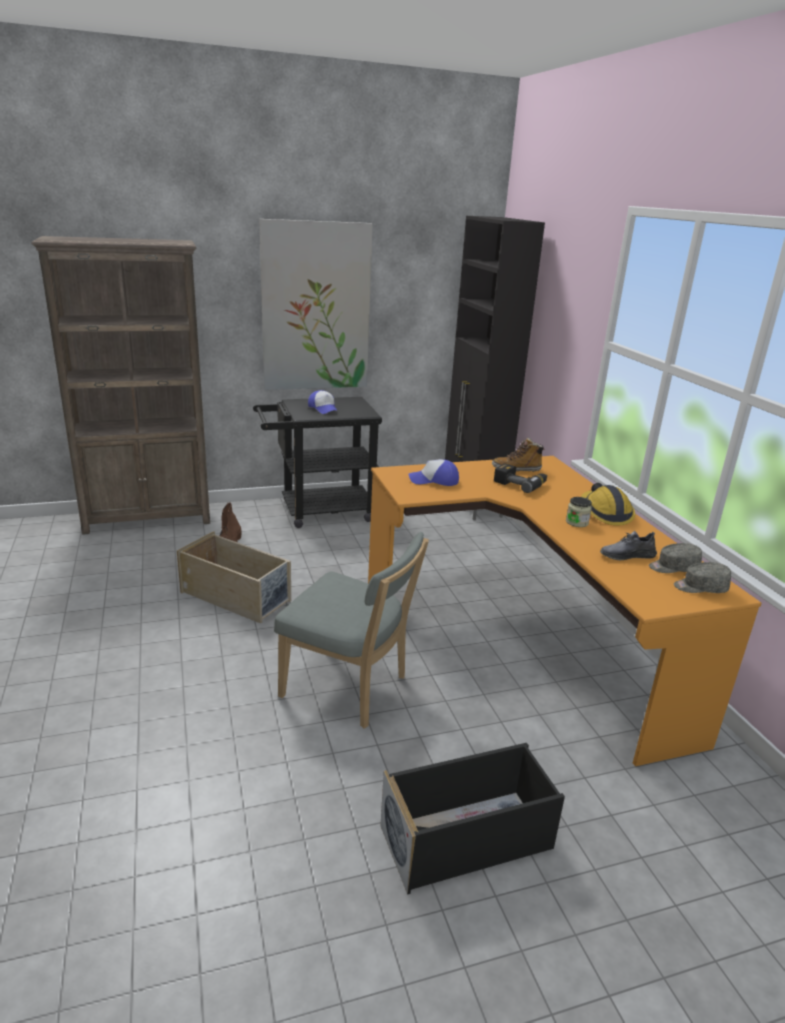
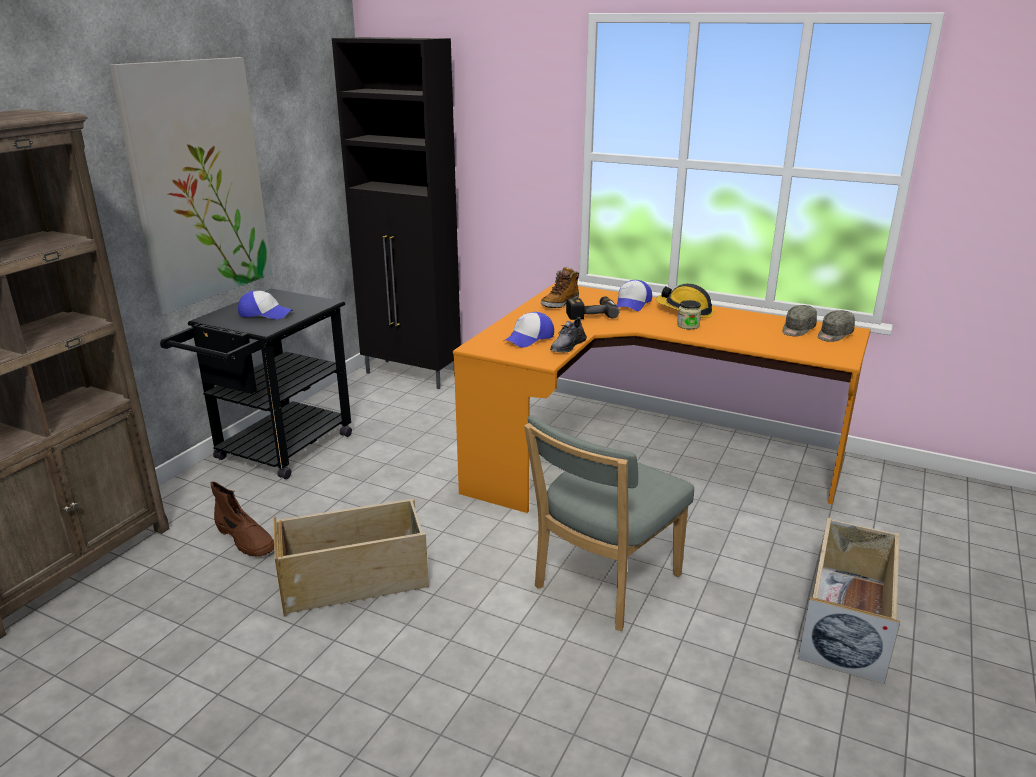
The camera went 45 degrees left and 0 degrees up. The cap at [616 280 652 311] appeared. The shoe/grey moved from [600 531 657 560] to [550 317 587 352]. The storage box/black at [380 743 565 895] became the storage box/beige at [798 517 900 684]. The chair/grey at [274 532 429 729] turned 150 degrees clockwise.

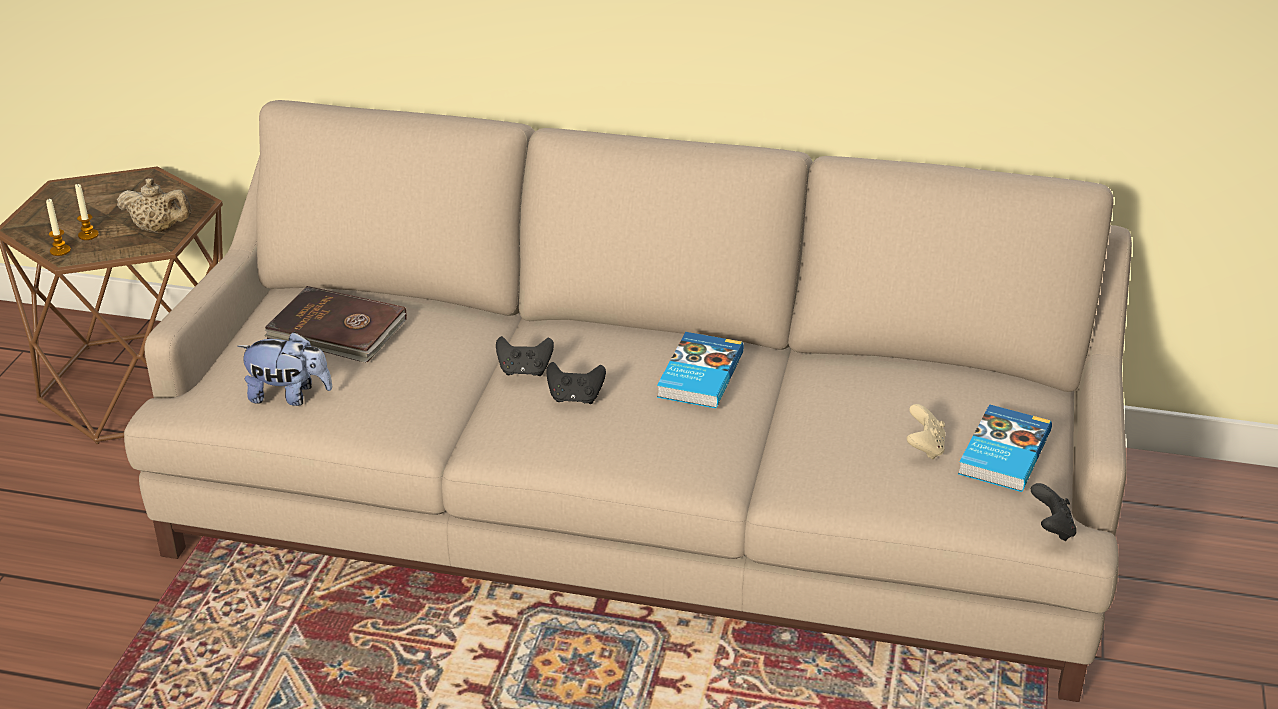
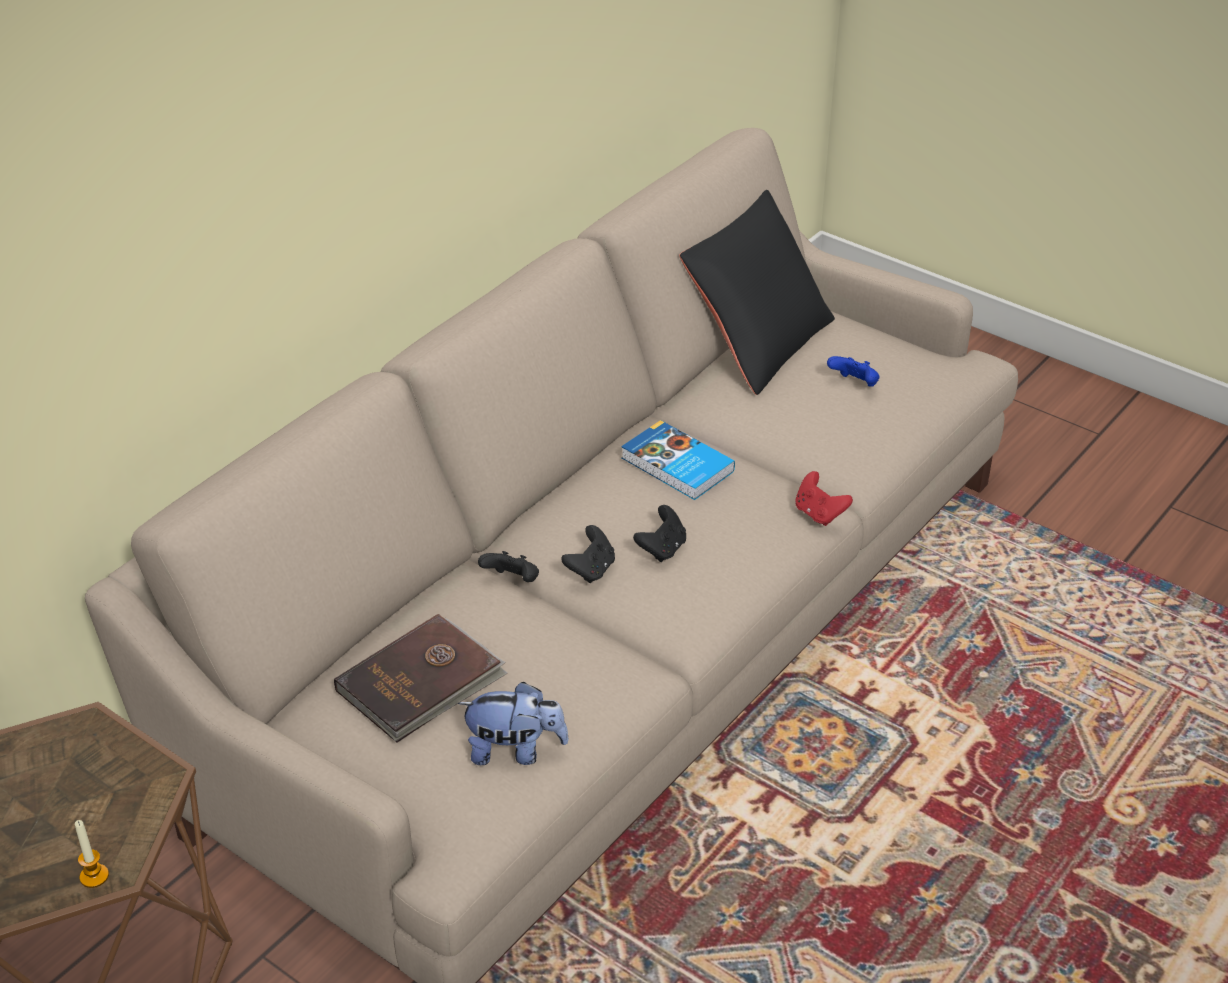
The camera went 65 degrees left and 5 degrees up. The candle at [75 183 99 240] disappeared. The teapot/beige at [117 178 191 232] disappeared. The book at [958 404 1052 492] disappeared. The pillow/black at [679 190 835 395] appeared. The game controller/red at [795 471 853 526] appeared. The game controller/black moved from [1031 483 1077 541] to [478 551 539 582]. The game controller/beige at [907 404 946 460] became the game controller/blue at [827 356 880 387]. The plush toy at [237 331 332 406] turned 60 degrees clockwise.

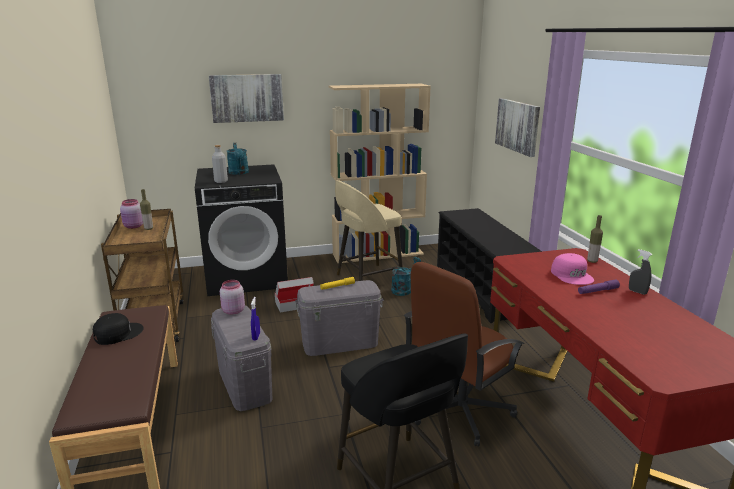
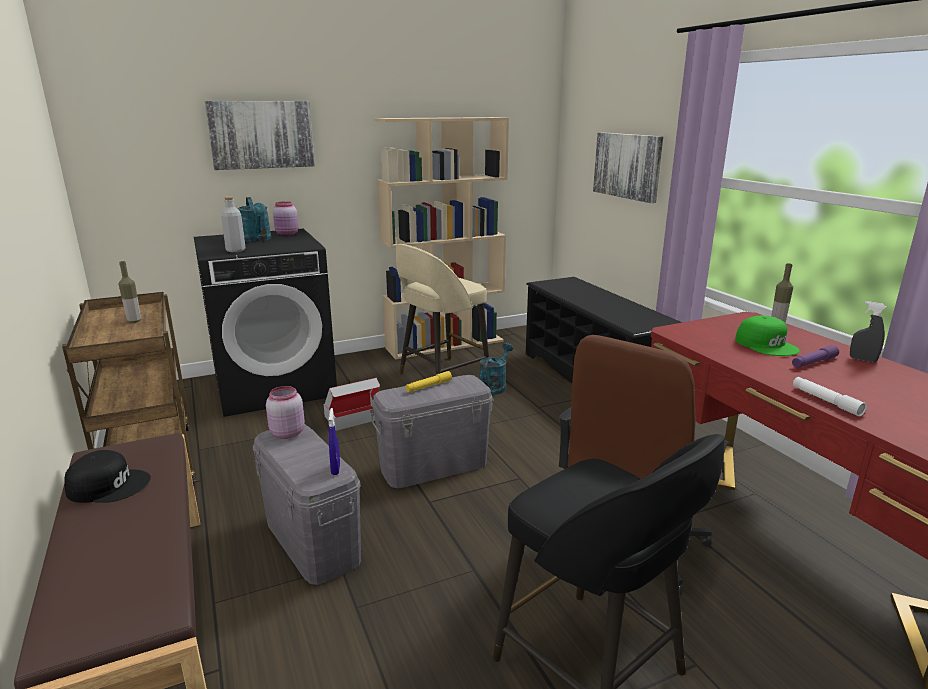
The camera went 10 degrees left and 0 degrees up. The flashlight/white at [793 377 867 416] appeared. The jar/pink moved from [120 199 143 229] to [273 201 298 236]. The cap/pink at [551 253 594 285] became the cap/green at [735 315 800 356]. The cap/black at [93 313 144 345] turned 45 degrees clockwise.

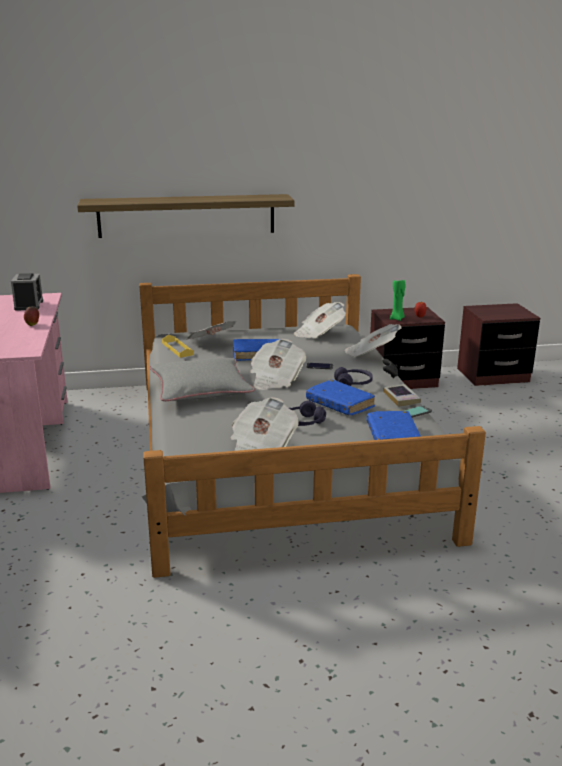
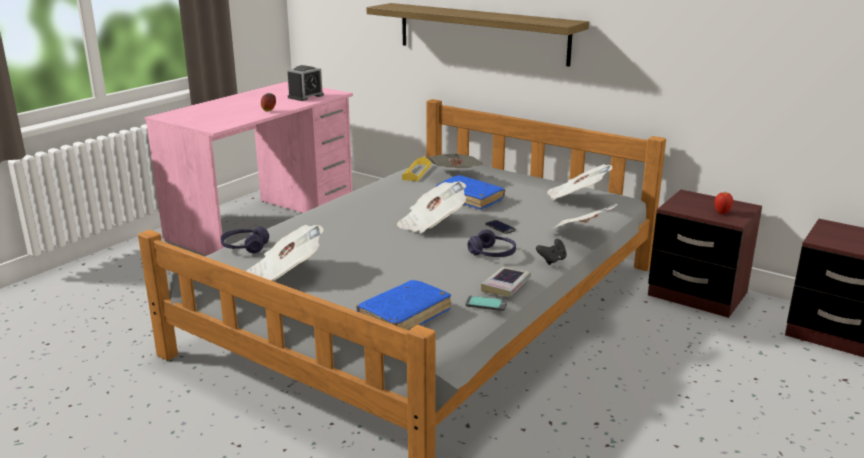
The camera went 45 degrees right and 0 degrees up. The pillow/grey at [149 357 255 401] disappeared. The book/blue at [306 379 375 416] disappeared. The candle/green at [390 278 405 321] disappeared. The headphones/purple moved from [289 401 326 426] to [221 226 269 253].

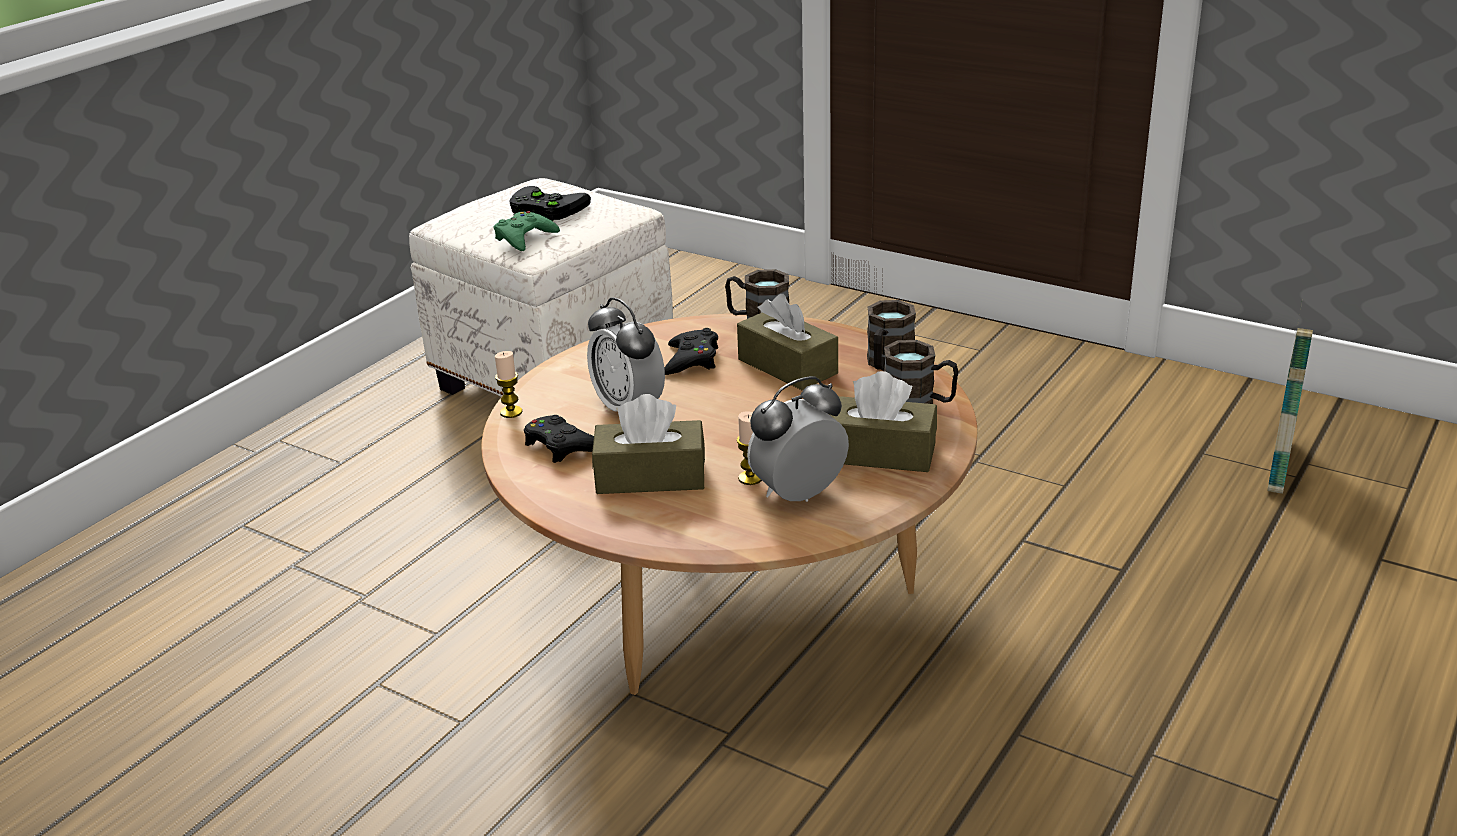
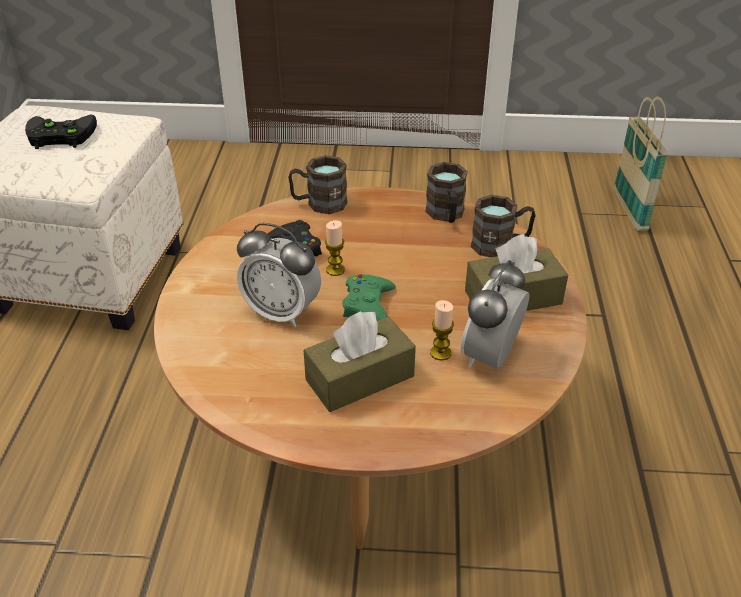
The camera went 30 degrees left and 10 degrees up. The game controller/black at [524 415 594 463] disappeared. The tissue box/brown at [737 294 838 391] disappeared. The game controller/green moved from [494 211 560 251] to [342 274 396 321]. The candle moved from [495 351 522 418] to [325 220 345 276].

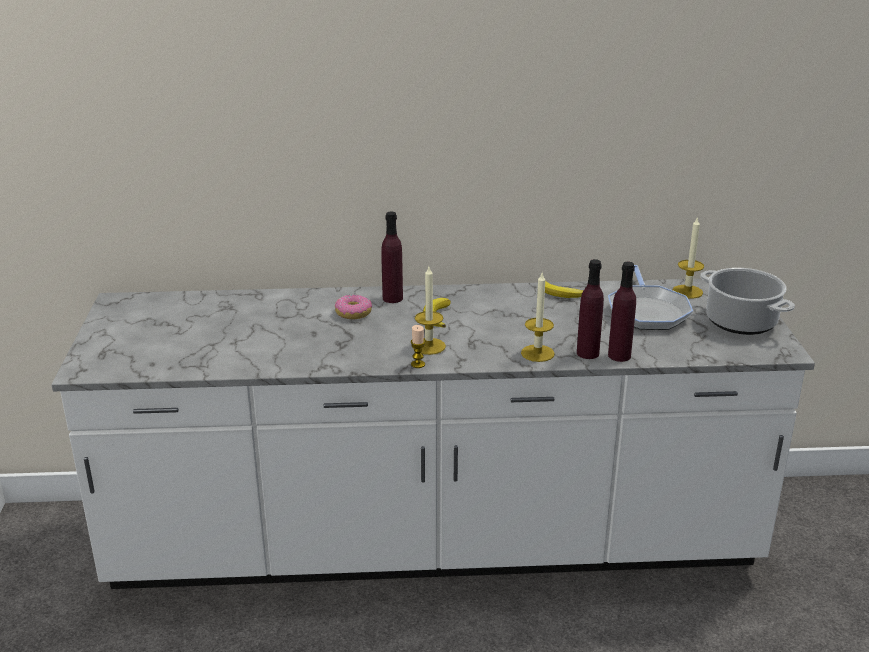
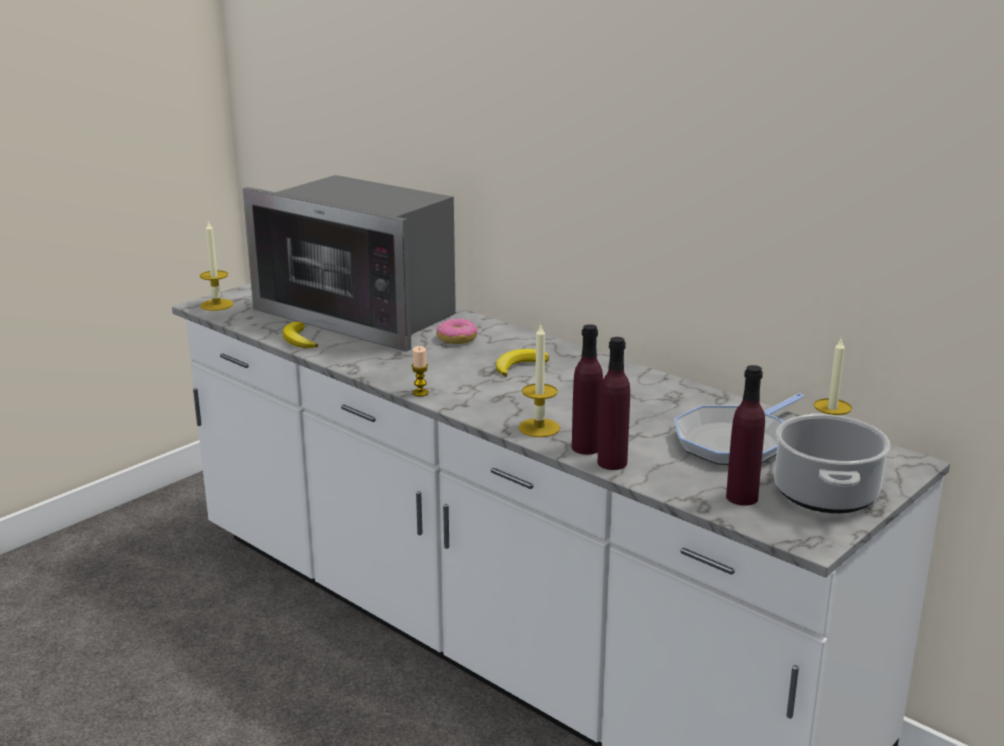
The camera went 45 degrees right and 5 degrees down. The microwave at [243 175 456 352] appeared. The bottle/purple moved from [381 211 403 303] to [726 365 765 506]. The candle moved from [413 267 446 355] to [200 220 233 311]. The banana moved from [545 281 584 298] to [283 322 318 348].

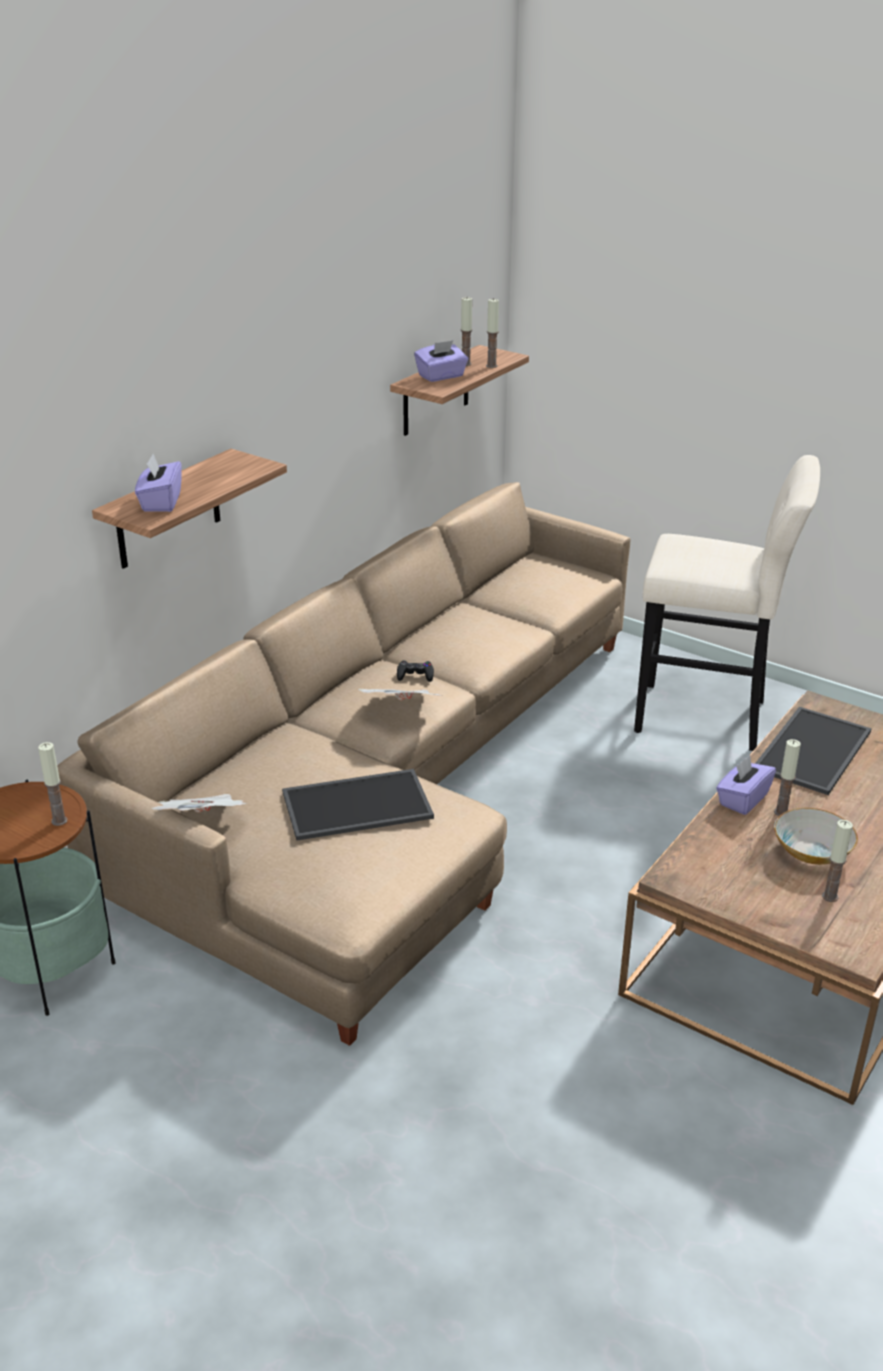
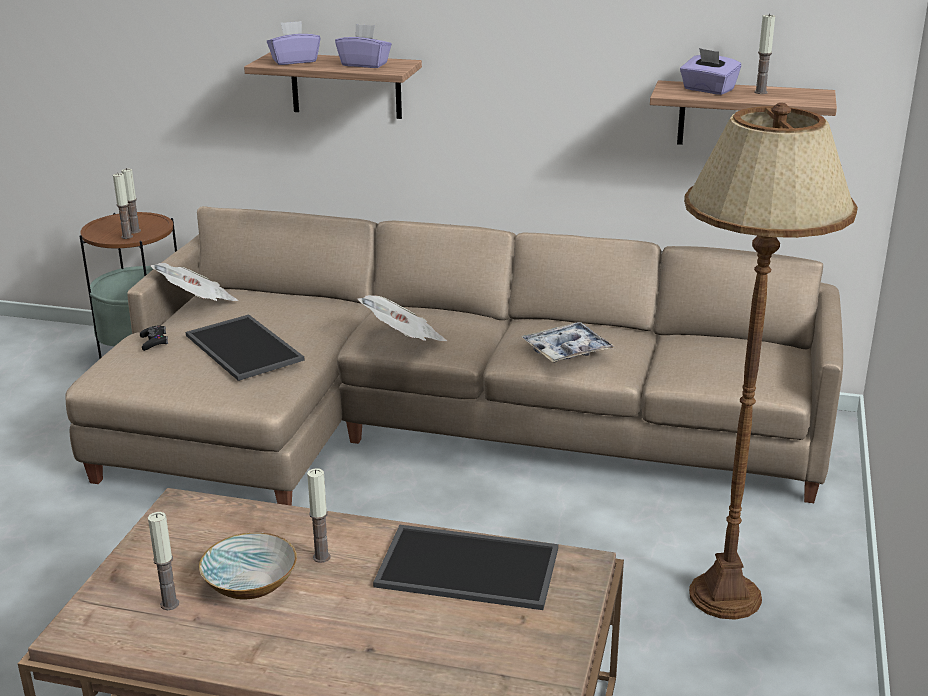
The camera went 70 degrees right and 5 degrees down. The tray at [522 322 615 363] appeared. The game controller/black moved from [397 660 434 682] to [140 326 168 351]. The candle moved from [486 298 499 368] to [121 168 141 234]. The tissue box/purple moved from [716 755 776 815] to [335 24 392 68]. The stool/beige at [634 455 820 751] was replaced by the floor lamp/brown at [684 103 858 620].

